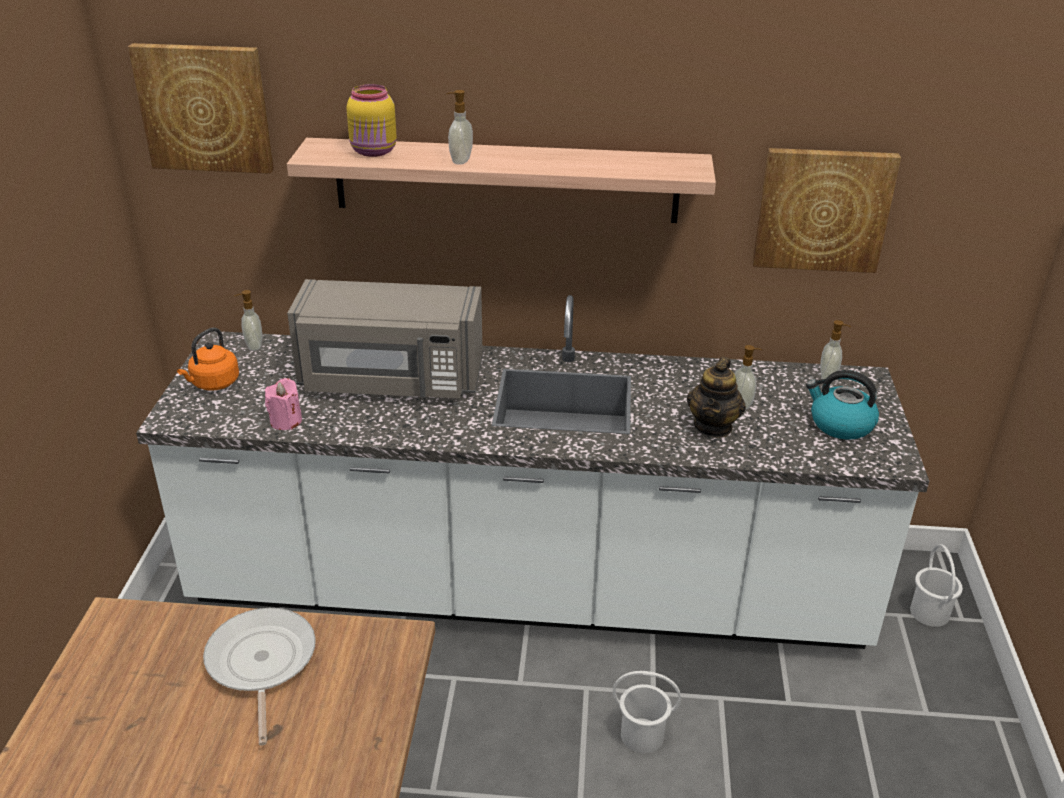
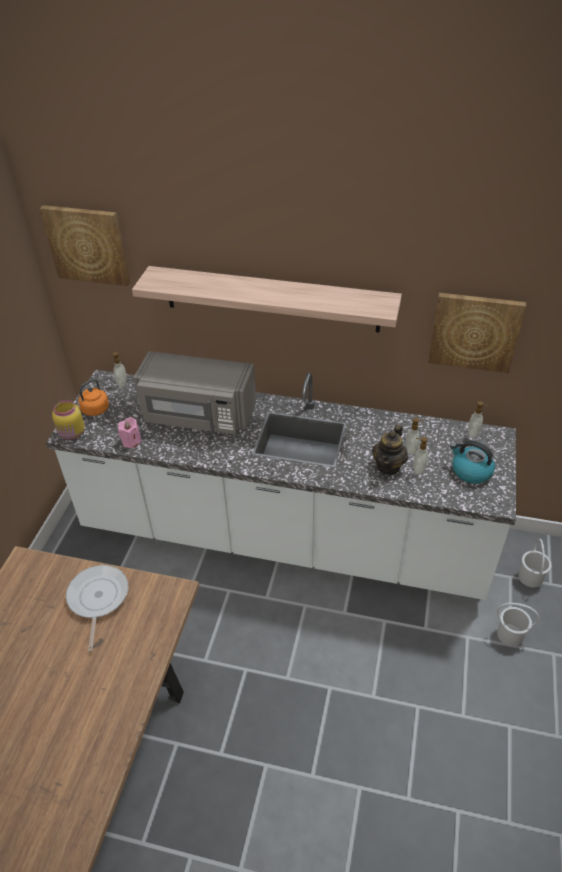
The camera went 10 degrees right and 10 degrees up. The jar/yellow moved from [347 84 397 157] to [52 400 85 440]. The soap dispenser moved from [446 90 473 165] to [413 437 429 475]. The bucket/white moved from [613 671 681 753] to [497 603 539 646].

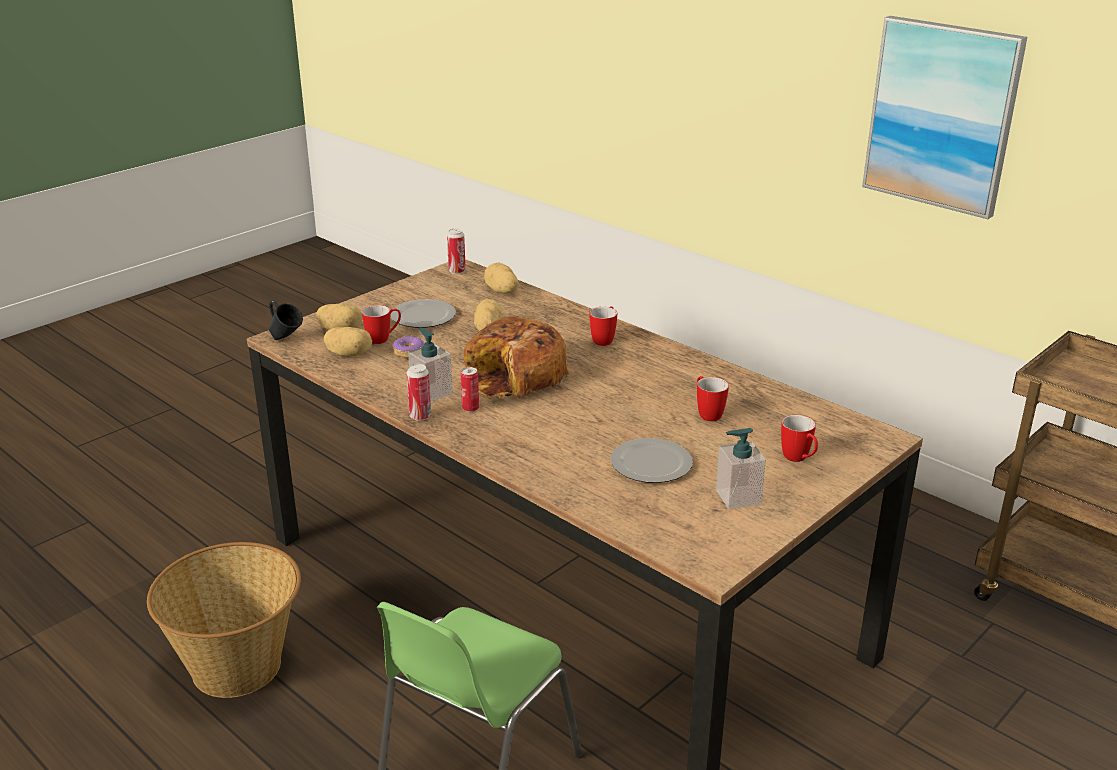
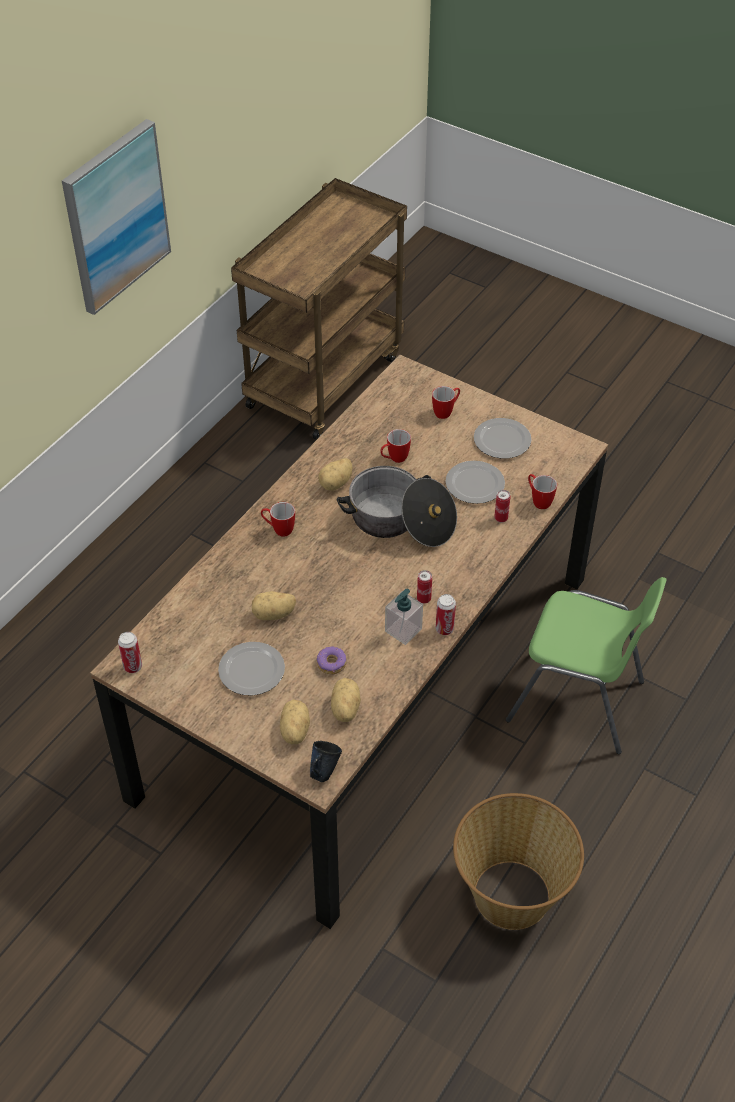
The camera went 100 degrees left and 20 degrees up. The bread at [464 316 570 399] disappeared. The cooking pot at [337 466 457 547] appeared. The can at [494 490 510 522] appeared. The mug moved from [362 305 401 344] to [528 474 557 509]. The potato moved from [484 263 519 294] to [318 458 353 491]. The soap dispenser at [716 428 766 509] was replaced by the plate at [474 418 531 459].

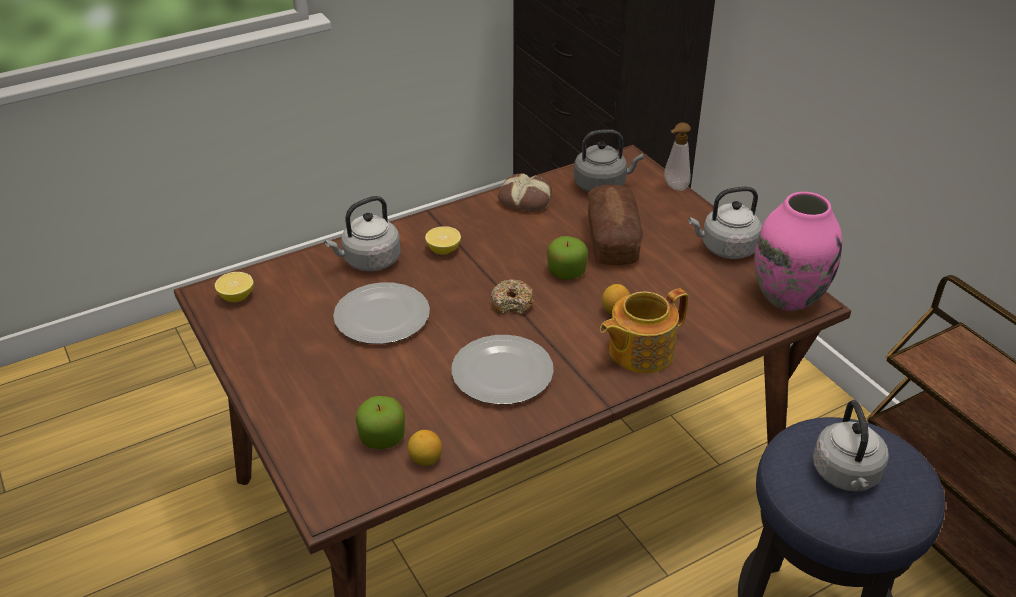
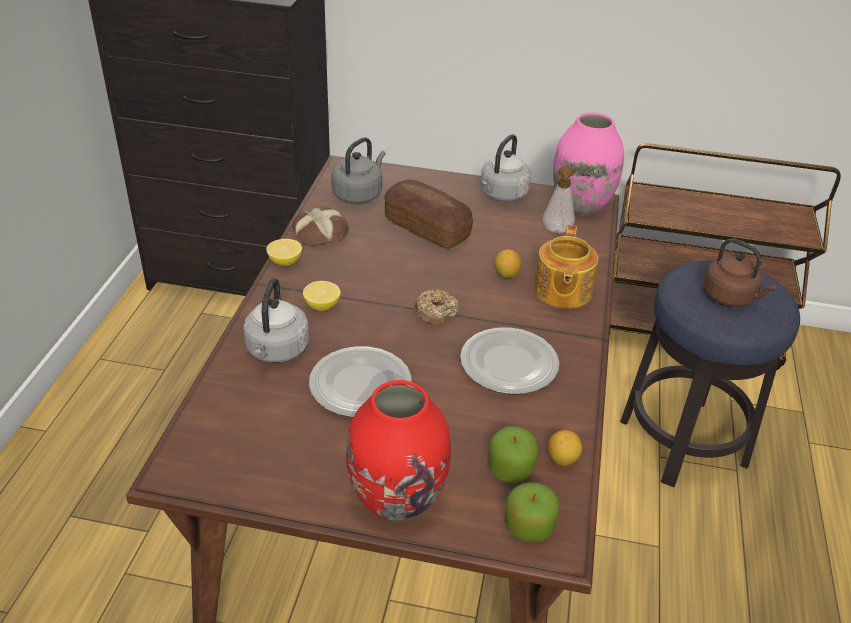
The camera went 50 degrees left and 0 degrees up. The vase/red at [346 380 451 521] appeared. The lemon moved from [215 272 254 302] to [266 239 302 266]. The apple moved from [547 236 588 280] to [505 482 559 543]. The soap dispenser moved from [664 122 691 191] to [542 166 575 233]. The kettle/grey at [813 400 889 492] became the kettle/brown at [704 238 776 307].

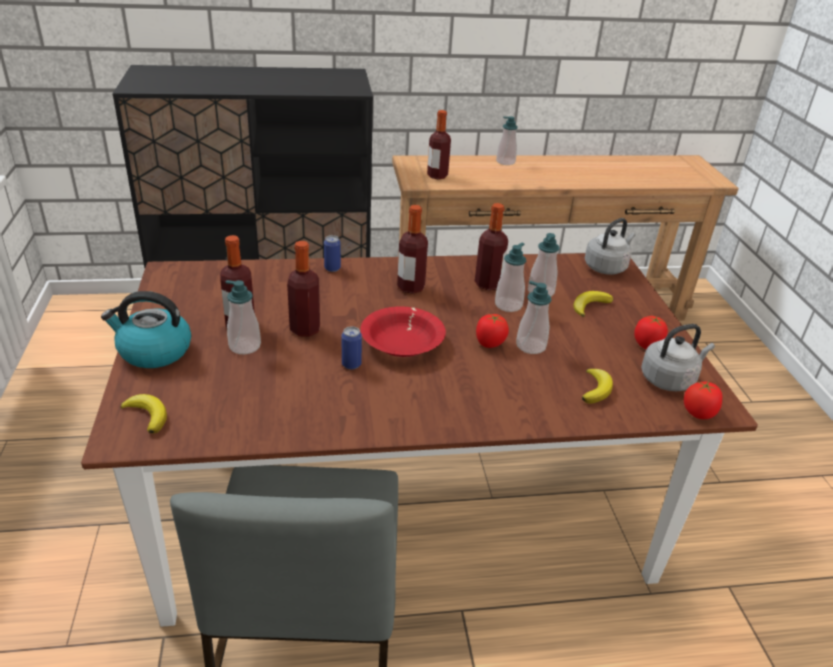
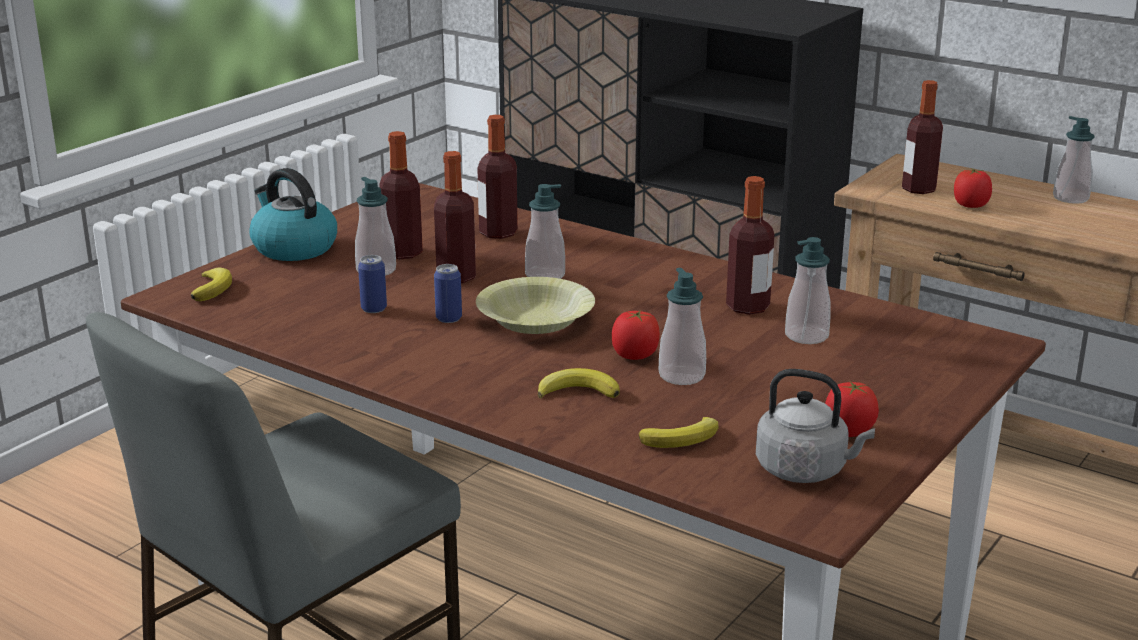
The camera went 45 degrees right and 10 degrees down. The kettle/grey at [585 218 635 275] disappeared. The can moved from [324 235 341 272] to [358 255 387 313]. The bottle moved from [397 205 428 294] to [477 115 518 239]. The soap dispenser moved from [495 242 526 312] to [525 184 565 279]. The banana moved from [574 291 613 317] to [538 368 620 398]. The tomato moved from [684 381 722 419] to [954 168 992 208]. The bowl/red at [361 306 446 357] became the bowl/yellow at [476 277 595 334].

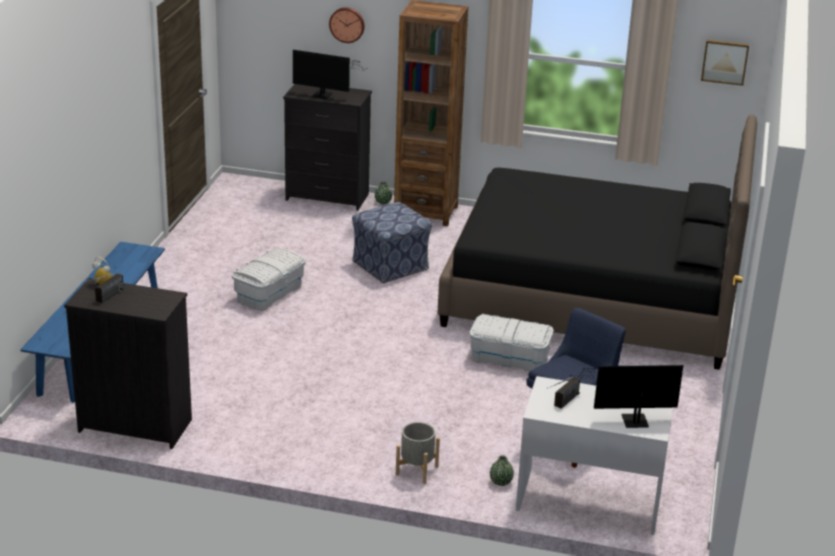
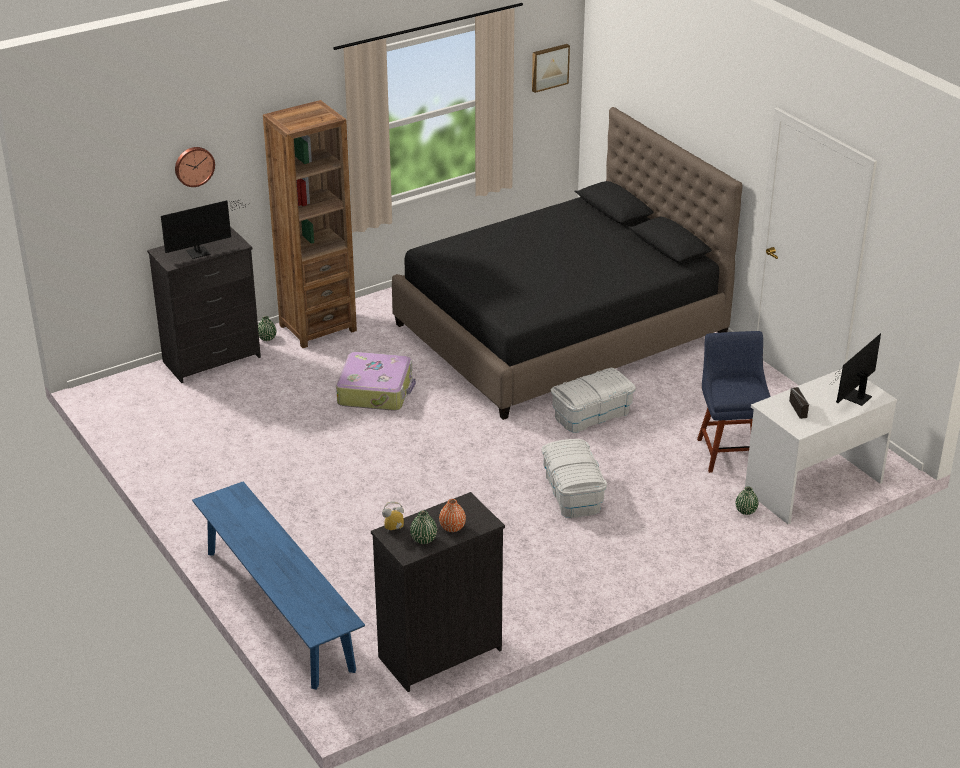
The camera went 45 degrees left and 5 degrees up. The planter/grey at [396 422 440 484] disappeared. The vase/orange at [439 499 466 532] appeared. The storage box/white moved from [231 248 306 311] to [542 439 607 518]. The radio at [82 273 124 303] was replaced by the vase/green at [410 510 437 544]. The ottoman at [352 202 432 283] was replaced by the suitcase at [336 352 416 411].

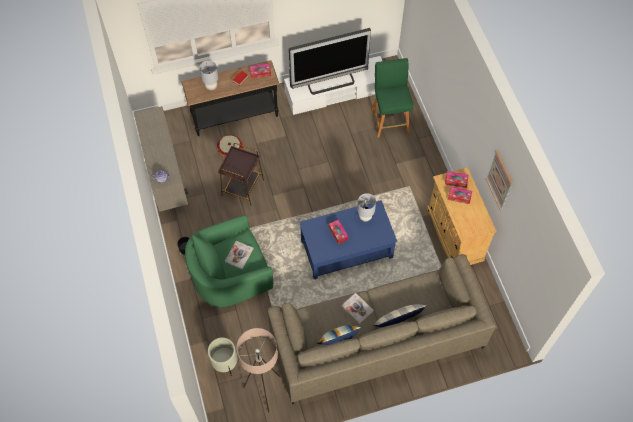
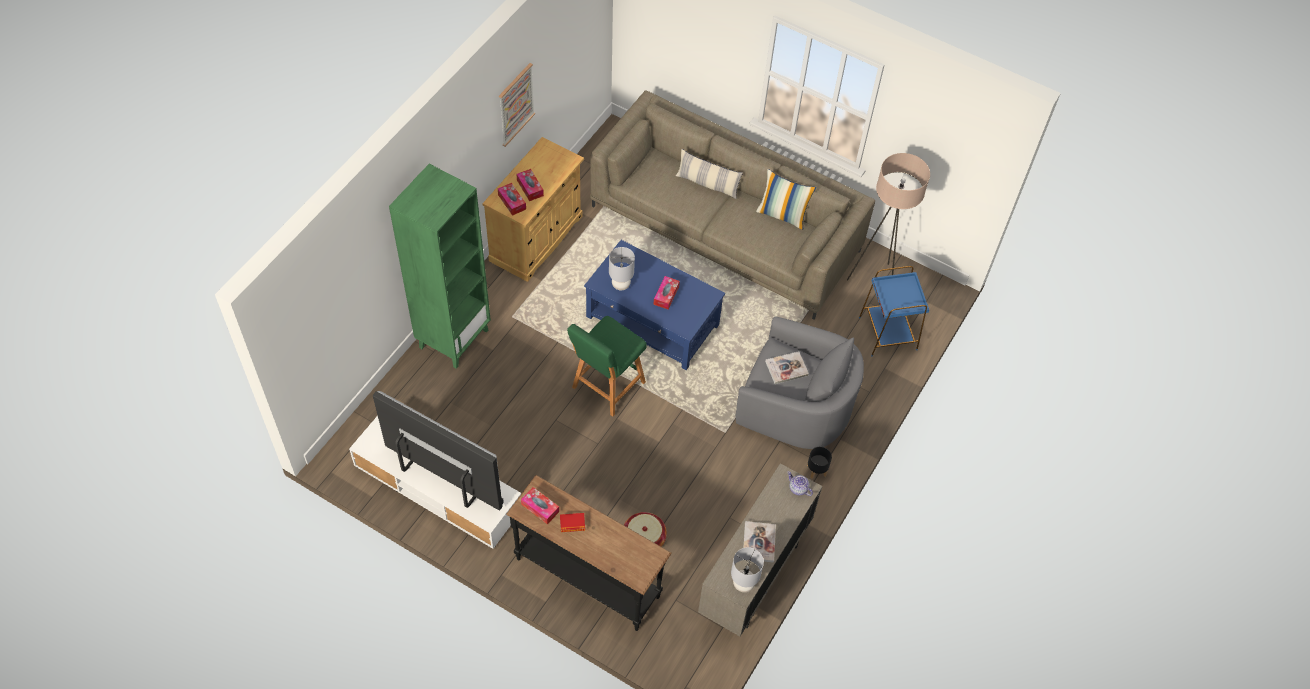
The camera went 135 degrees left and 5 degrees down. The side table/brown at [218 143 264 206] disappeared. The bookcase/green at [389 164 491 369] appeared. The table lamp/grey moved from [199 61 218 90] to [731 547 764 592]. The book moved from [341 293 374 324] to [743 521 776 563]. The stool/green moved from [371 58 413 138] to [567 316 647 417]. The planter/beige at [208 337 237 376] was replaced by the side table/blue at [859 266 929 356]. The armchair/green at [185 215 273 307] became the armchair/grey at [736 316 864 449].

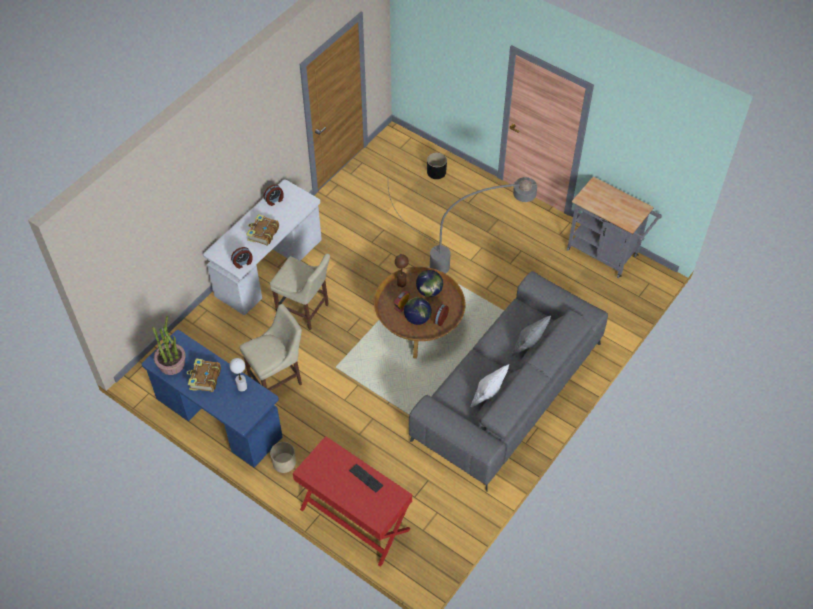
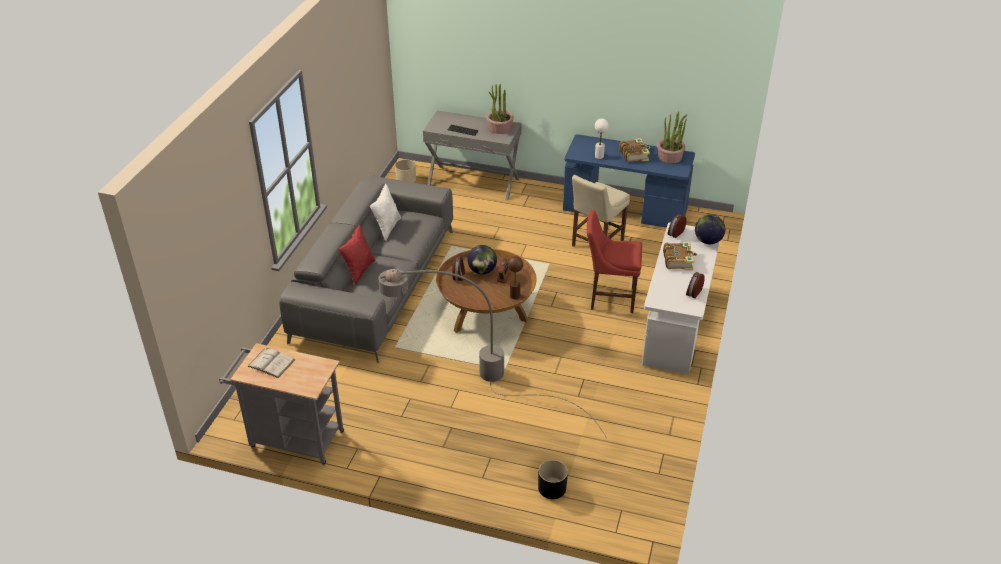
The camera went 160 degrees right and 15 degrees down. The book/white at [247 348 296 378] appeared. The potted plant at [486 84 514 134] appeared. The planter/beige moved from [270 442 296 473] to [395 159 416 183]. The globe moved from [416 270 443 297] to [695 214 725 244]. The chair/beige at [270 254 330 331] became the chair/red at [587 210 642 313]. The console table/red at [293 436 412 567] became the console table/grey at [423 110 522 201]. The pillow/grey at [511 315 551 356] became the pillow/red at [338 224 375 285].

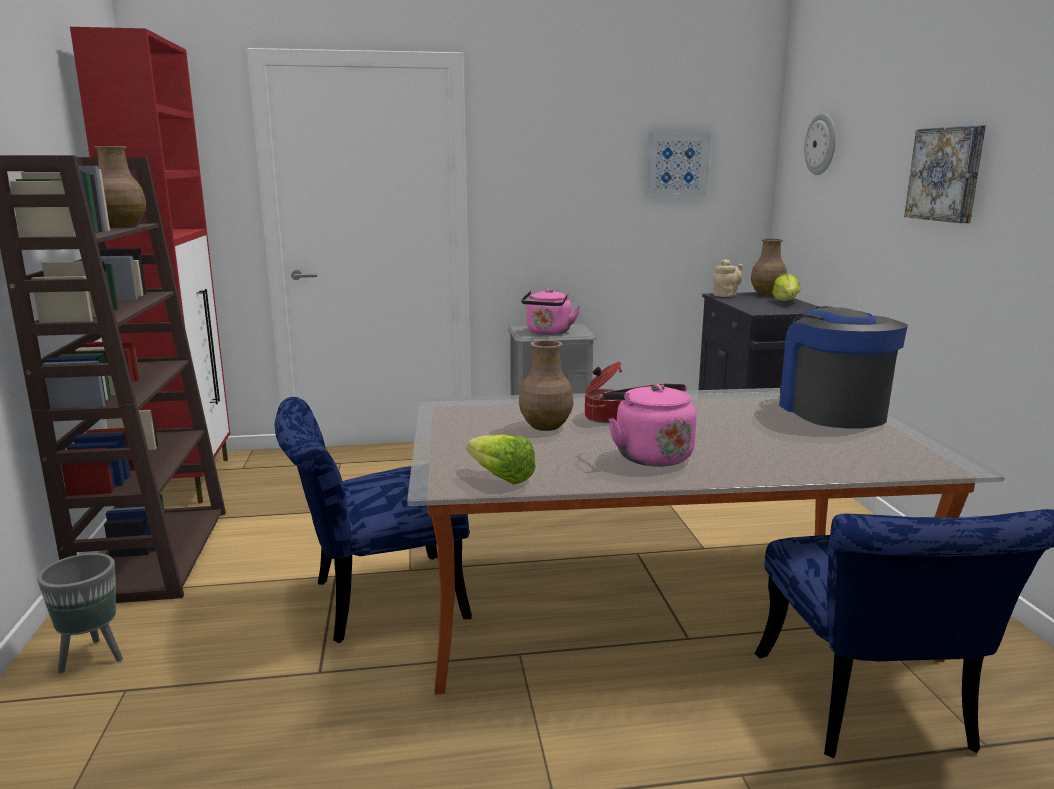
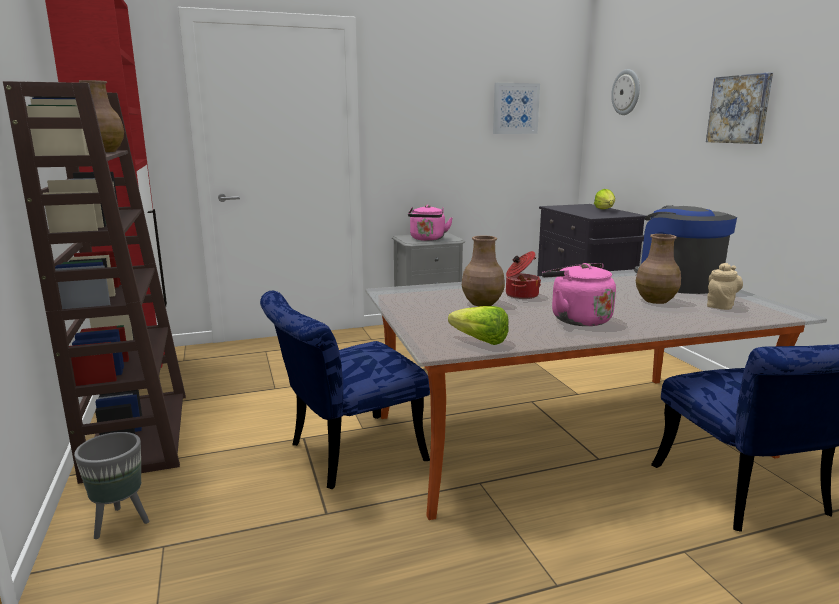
The camera went 10 degrees left and 0 degrees up. The teapot/beige moved from [713 259 742 297] to [707 263 743 310]. The vase/brown moved from [751 239 787 296] to [636 234 681 304].

